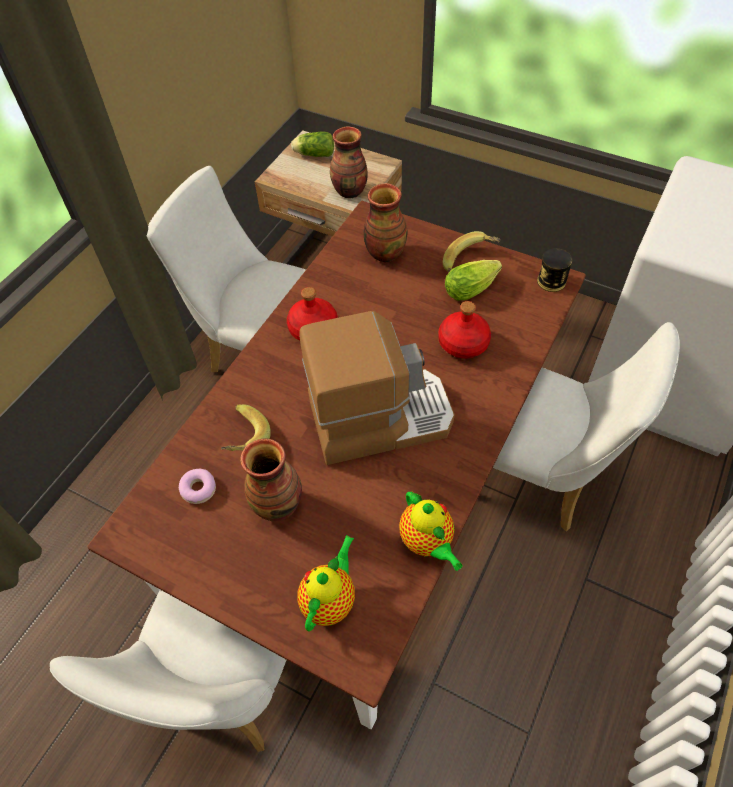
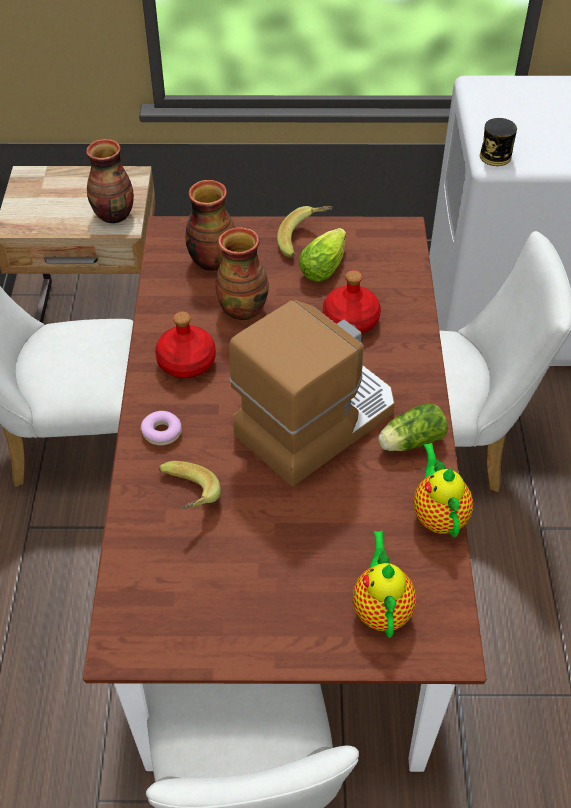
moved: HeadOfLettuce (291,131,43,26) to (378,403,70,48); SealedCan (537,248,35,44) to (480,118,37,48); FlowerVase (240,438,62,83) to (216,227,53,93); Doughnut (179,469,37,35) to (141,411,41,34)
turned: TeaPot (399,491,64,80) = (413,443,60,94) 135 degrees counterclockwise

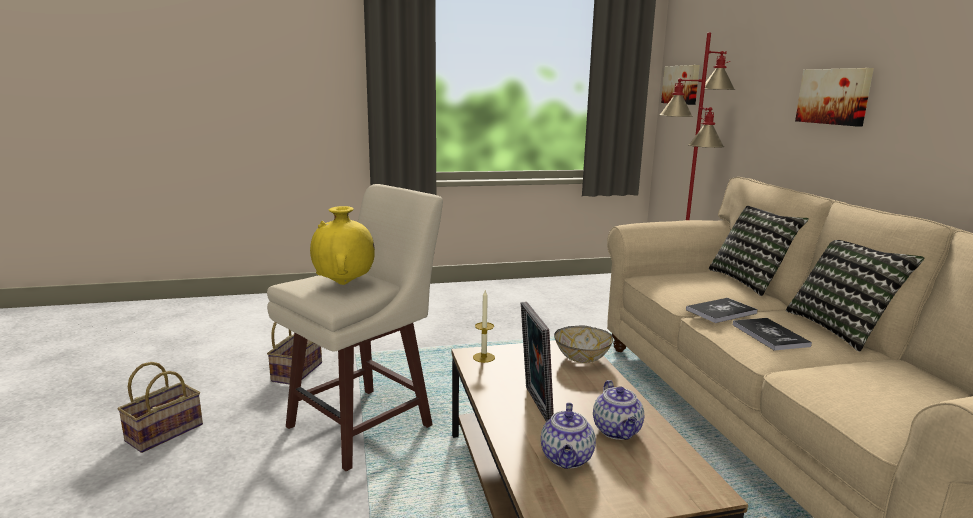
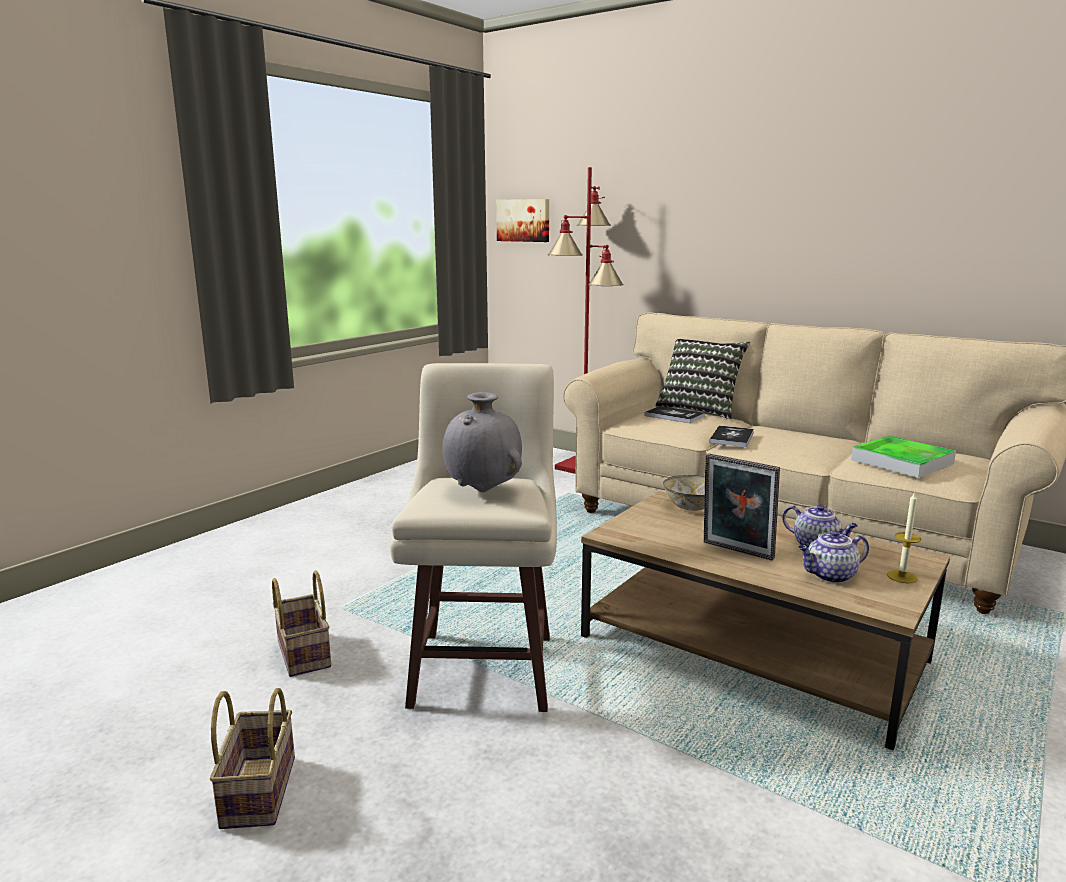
removed: WallArt (795,68,79,58); ThrowPillow (786,240,138,112)
added: Tray (851,436,105,42)
moved: WaxLight (473,290,22,73) to (887,491,34,92); Book (732,318,80,33) to (644,406,61,17)
recoloured: YellowishFlowerVase (310,206,65,79) to GreyFlowerVase (442,392,80,100)
turned: TeaPot (541,402,55,67) = (798,530,71,53) 105 degrees clockwise

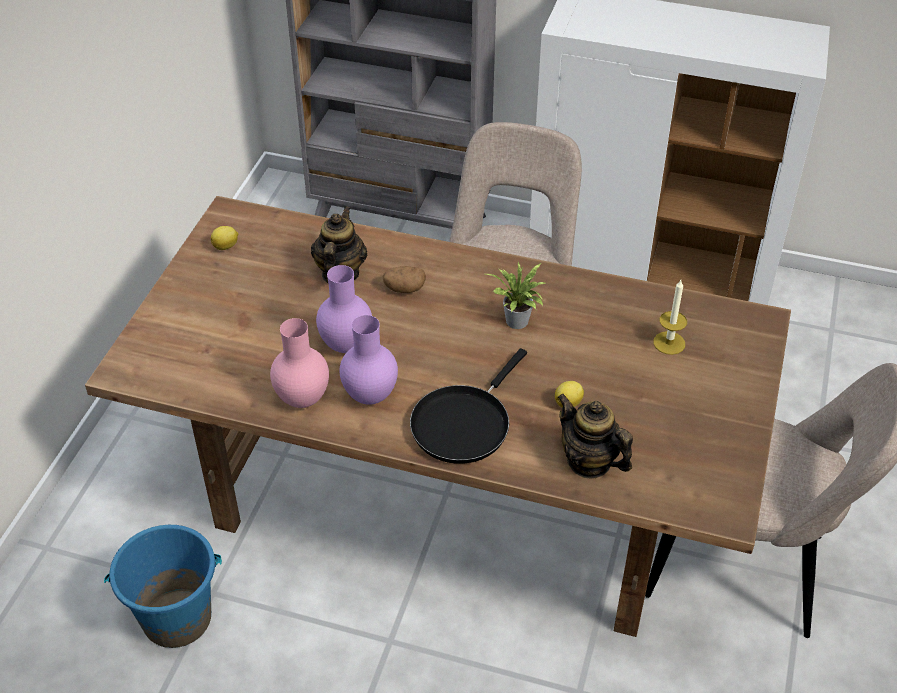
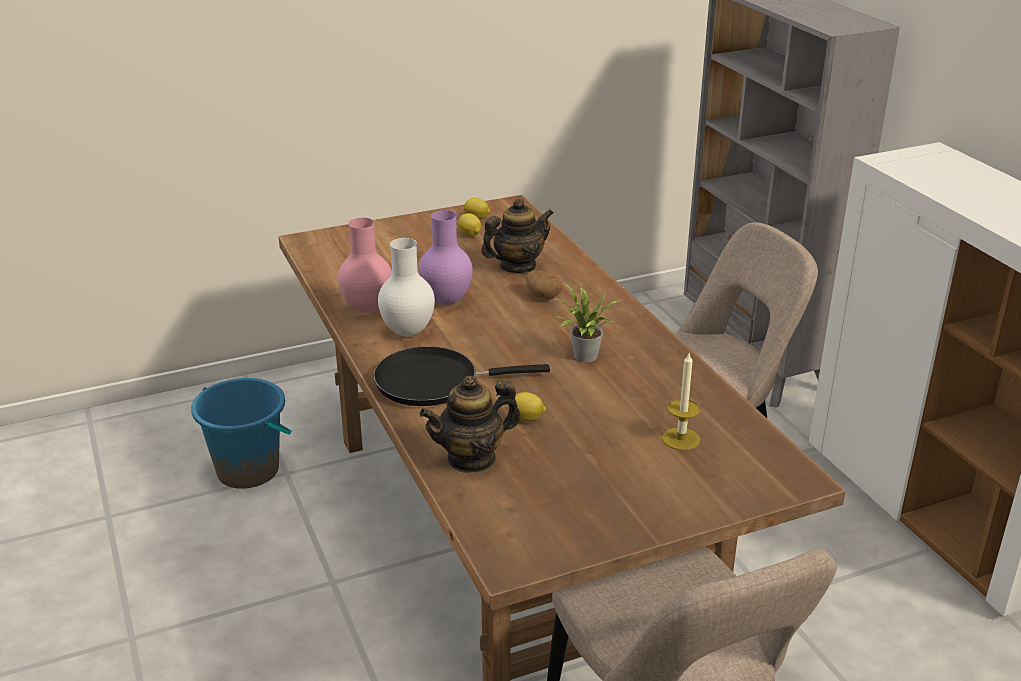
added: Lemon (457,213,24,24)
recoloured: PurpleColouredFlowerVase (340,315,58,90) to WhitishFlowerVase (378,238,57,99)
turned: TeaPot (557,394,76,85) = (420,376,101,97) 120 degrees counterclockwise

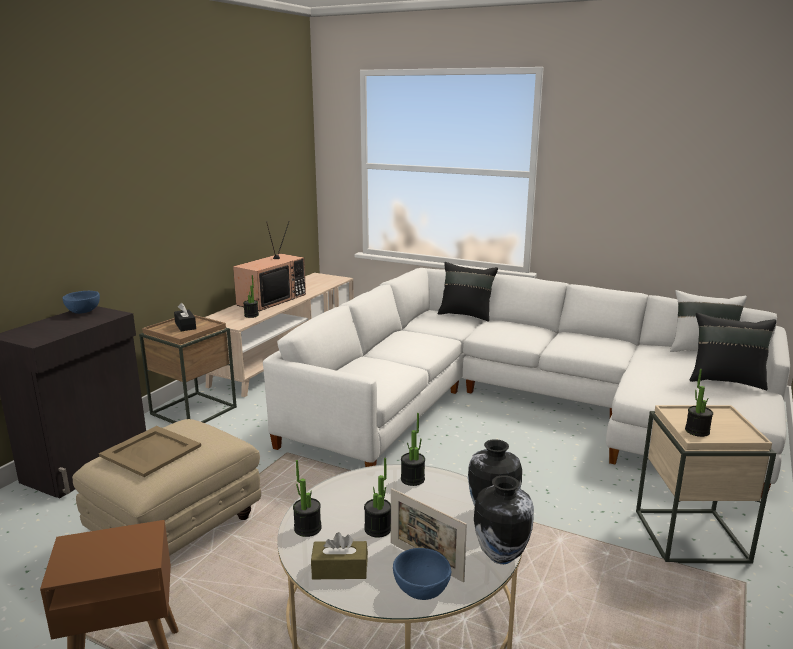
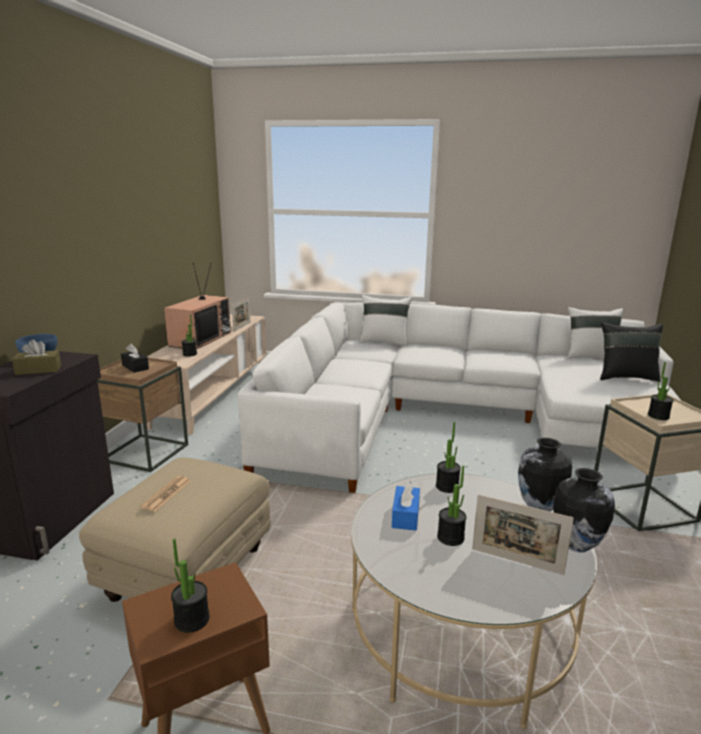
removed: BlueColouredServingBowl (393,548,58,52)
added: PhotoFrame (232,297,18,35); BlueColouredTissueBox (392,481,28,50)
moved: PottedPlant (293,460,29,77) to (171,538,39,95); BrownColouredTissueBox (311,532,57,47) to (12,339,49,36)
replaced: BeigeColouredTray (99,426,102,51) to PrintedPaper (140,476,51,35)
recoloured: BlackColouredThrowPillow (438,262,60,60) to WhitishThrowPillow (359,295,53,51)

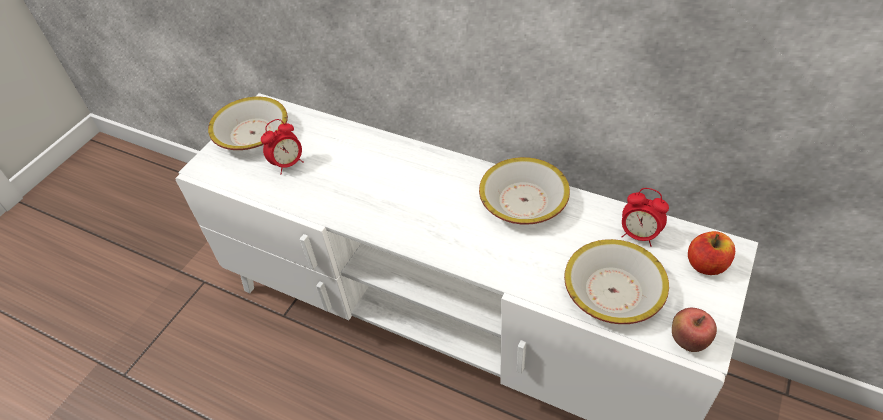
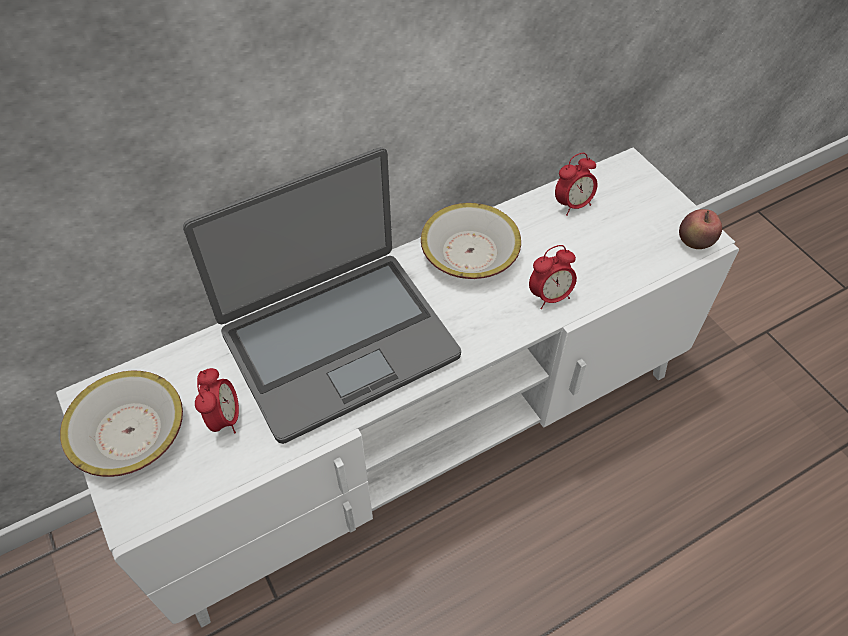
removed: Apple (688,231,47,44); ServingBowl (564,239,105,85)
added: NotebookComputer (183,147,278,297); BedsideClock (529,245,48,64)

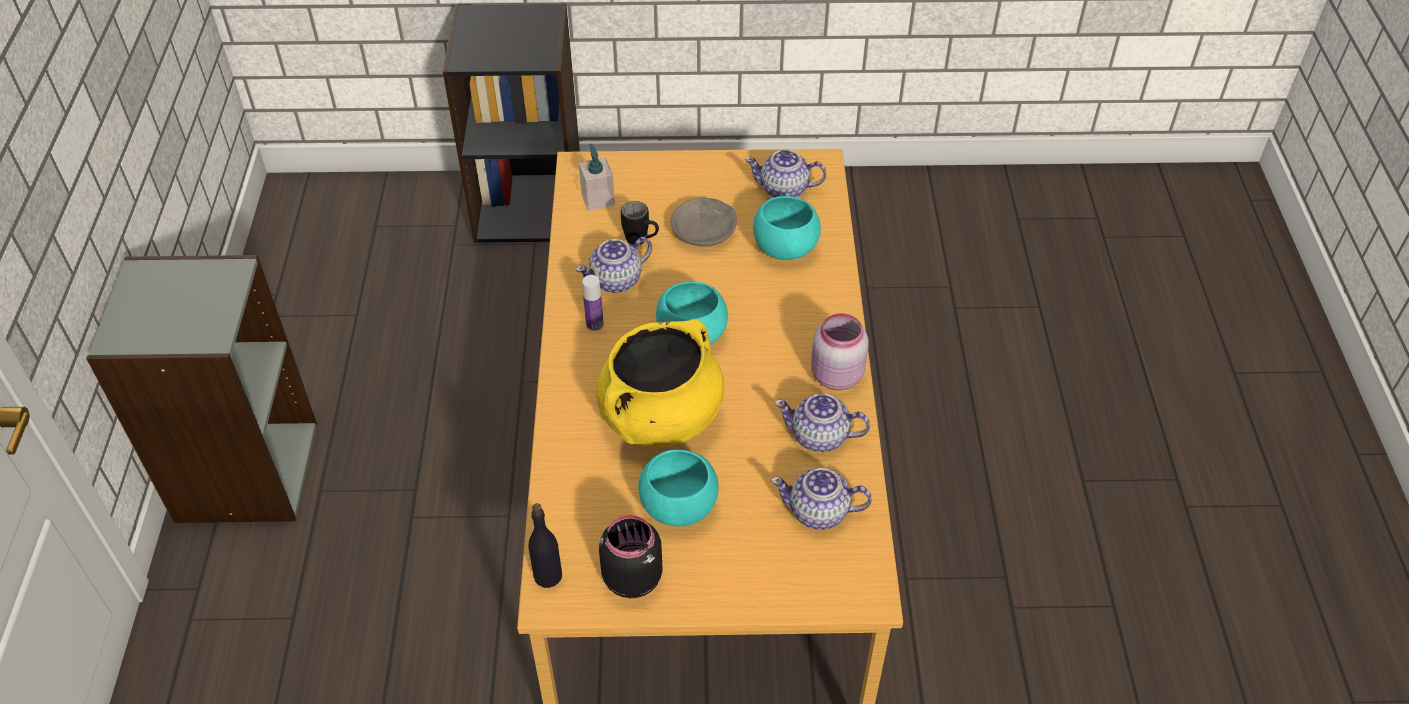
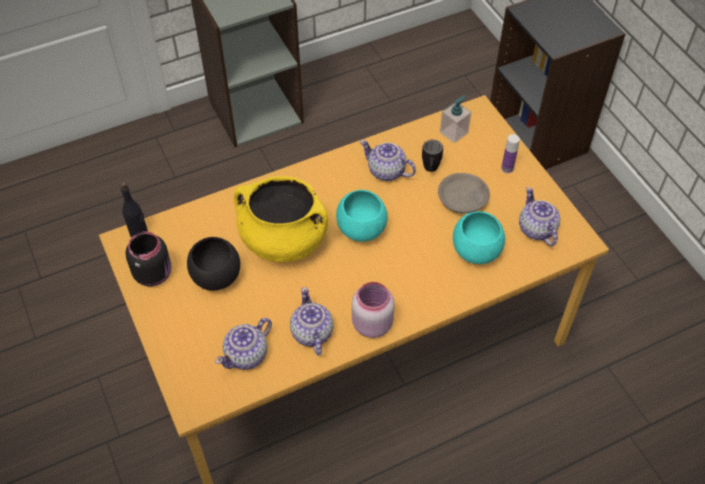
moved: BeverageBottle (582,275,22,56) to (501,134,19,39)
recoloured: BlueGreenServingBowl (638,449,81,77) to BlackColouredServingBowl (187,237,53,54)
turned: TeaPot (771,468,101,61) = (215,318,57,52) 120 degrees counterclockwise

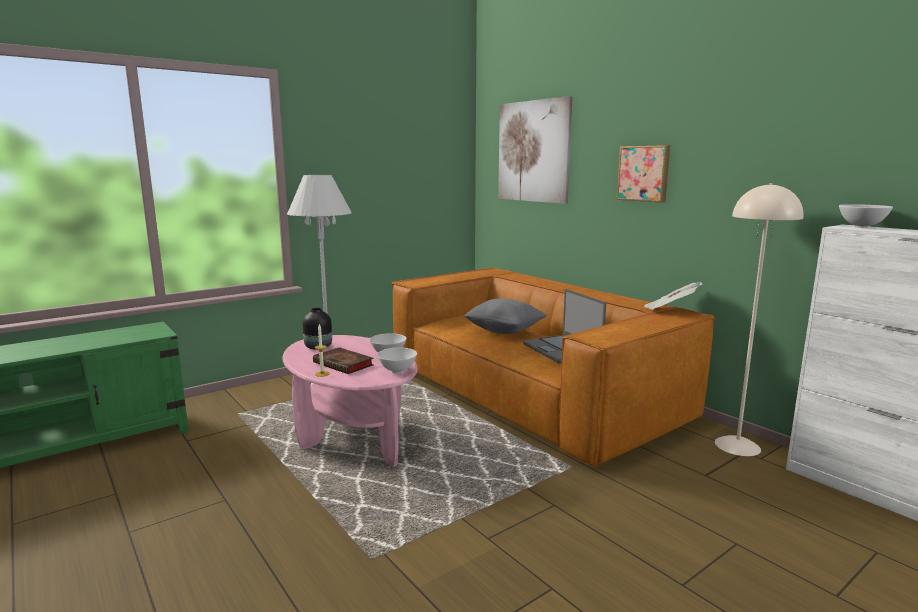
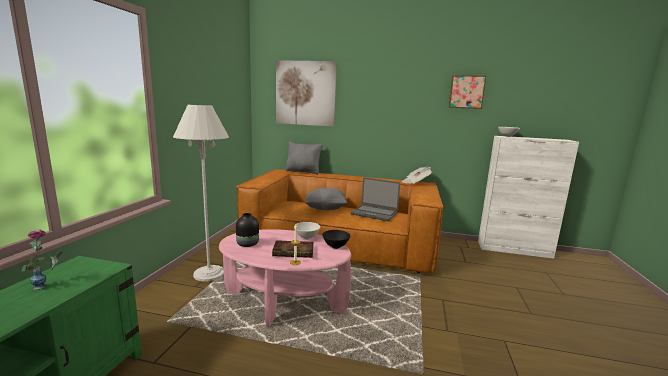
removed: BeigeColouredFloorLamp (715,183,88,273)
added: GreyThrowPillow (285,141,38,33); FlowerVase (22,229,40,61)
moved: WallArt (616,145,54,58) to (449,75,37,34)
recoloured: WhitishServingBowl (377,348,40,25) to BlackColouredServingBowl (322,230,28,19)

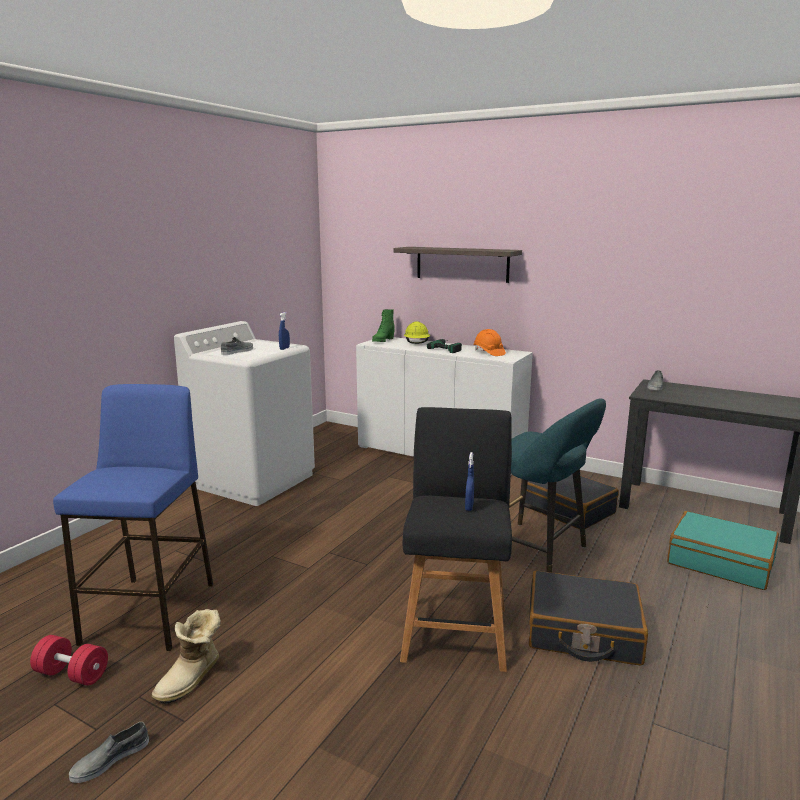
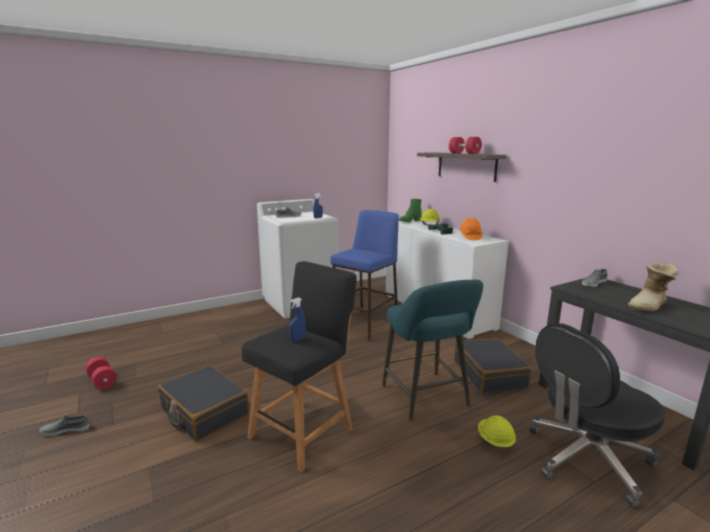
added: RedDumbbell (449,137,33,17); YellowishSafetyHelmet (478,415,38,32)
moved: BlueColouredStool (53,384,160,267) to (330,210,69,131); BlackColouredPieceOfLuggage (529,570,119,96) to (158,365,91,76); Boot (152,609,69,95) to (628,263,51,49)
replaced: BlueGreenPieceOfLuggage (667,511,112,79) to BlackColouredComputerChair (529,323,136,185)

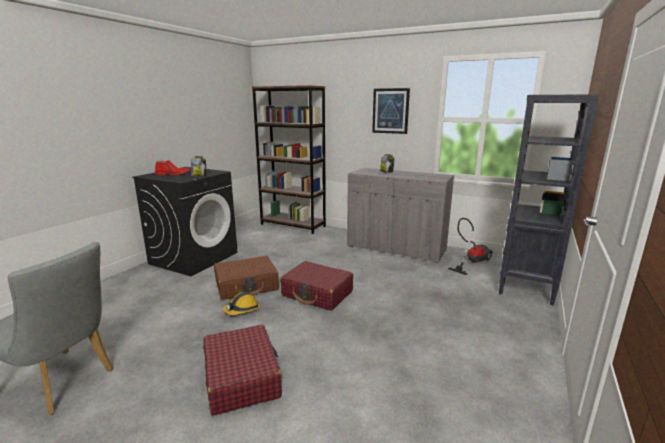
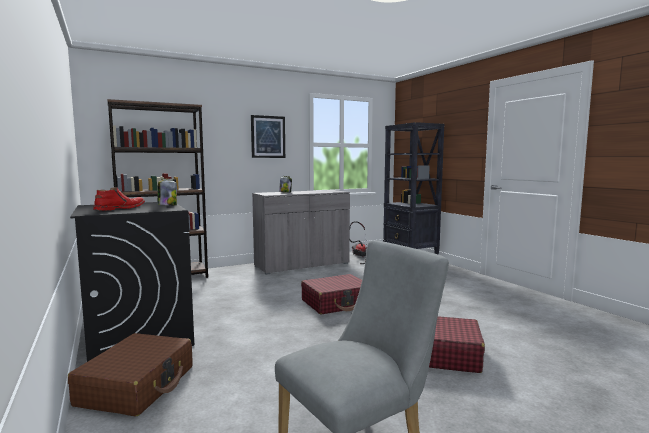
removed: SafetyHelmet (223,292,37,23)
moved: BrownColouredPieceOfLuggage (214,256,65,44) to (68,333,124,84)

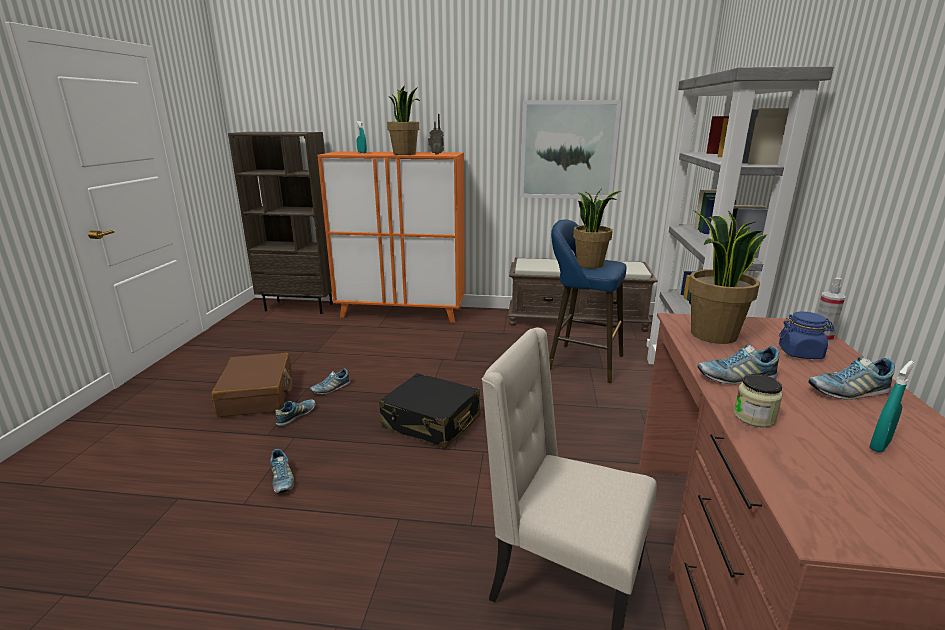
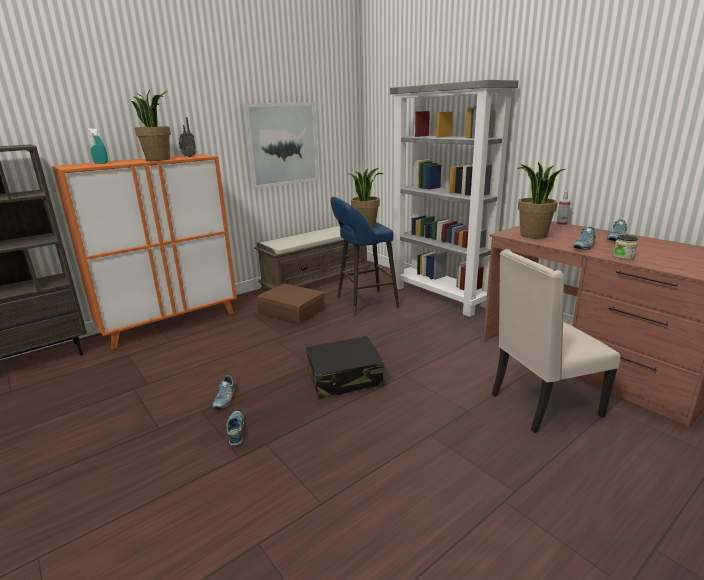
removed: BlueColouredJar (779,311,55,48); BlueGreenHandSprayer (869,361,45,91); ItemOfFootwear (270,449,24,44)
moved: BrownColouredPieceOfLuggage (211,353,82,64) to (257,283,68,41)

